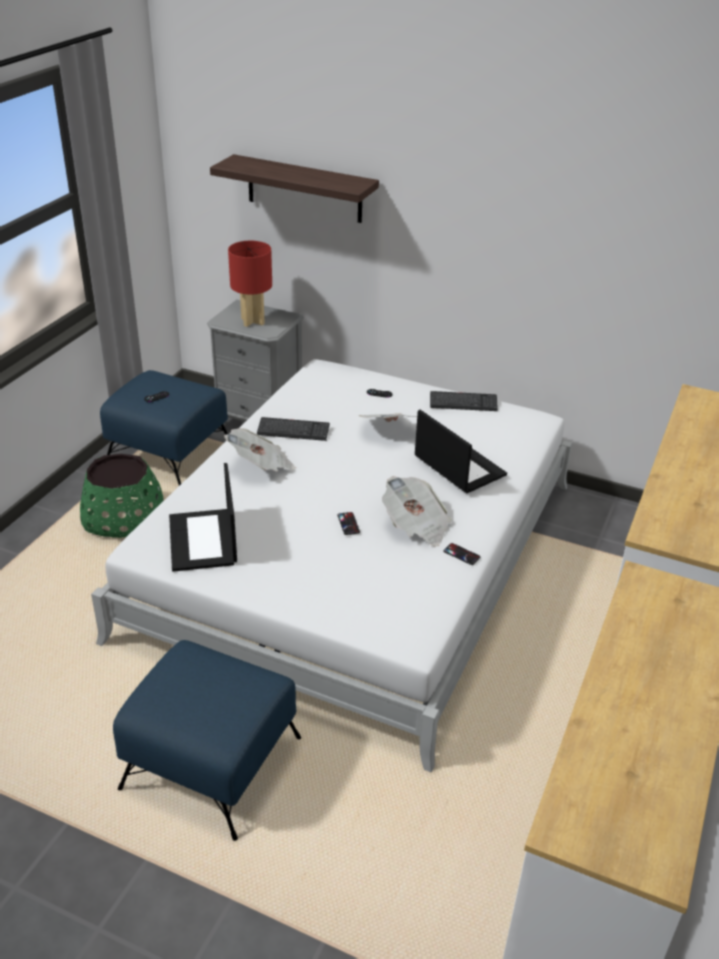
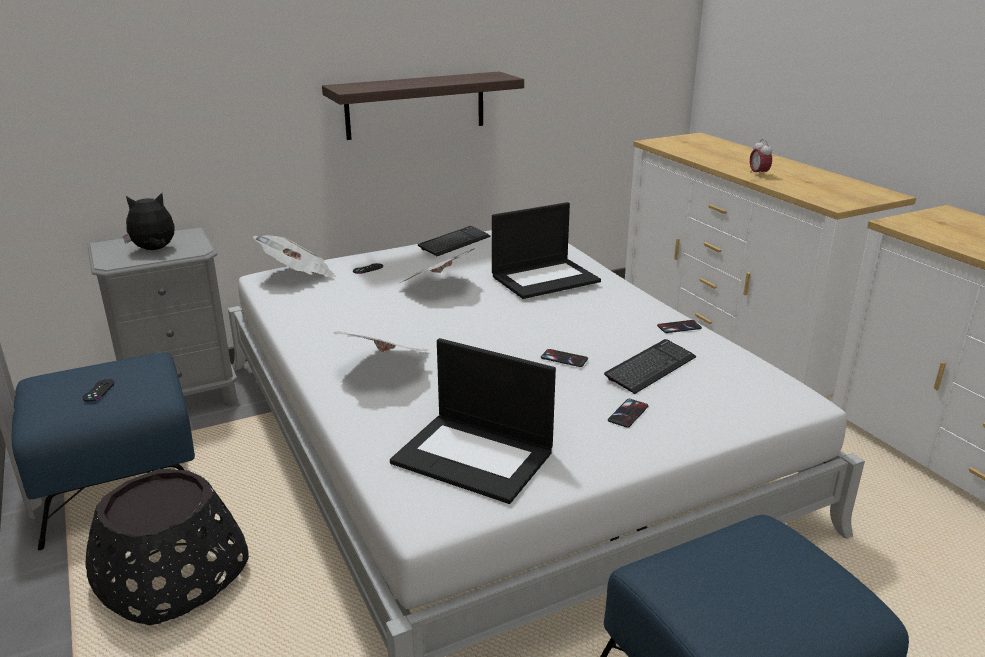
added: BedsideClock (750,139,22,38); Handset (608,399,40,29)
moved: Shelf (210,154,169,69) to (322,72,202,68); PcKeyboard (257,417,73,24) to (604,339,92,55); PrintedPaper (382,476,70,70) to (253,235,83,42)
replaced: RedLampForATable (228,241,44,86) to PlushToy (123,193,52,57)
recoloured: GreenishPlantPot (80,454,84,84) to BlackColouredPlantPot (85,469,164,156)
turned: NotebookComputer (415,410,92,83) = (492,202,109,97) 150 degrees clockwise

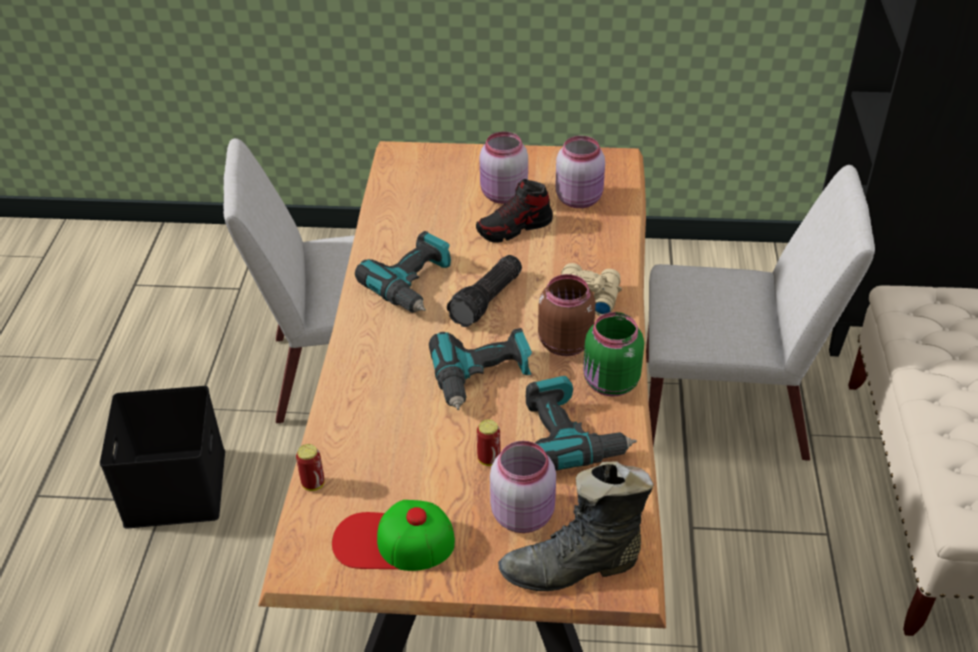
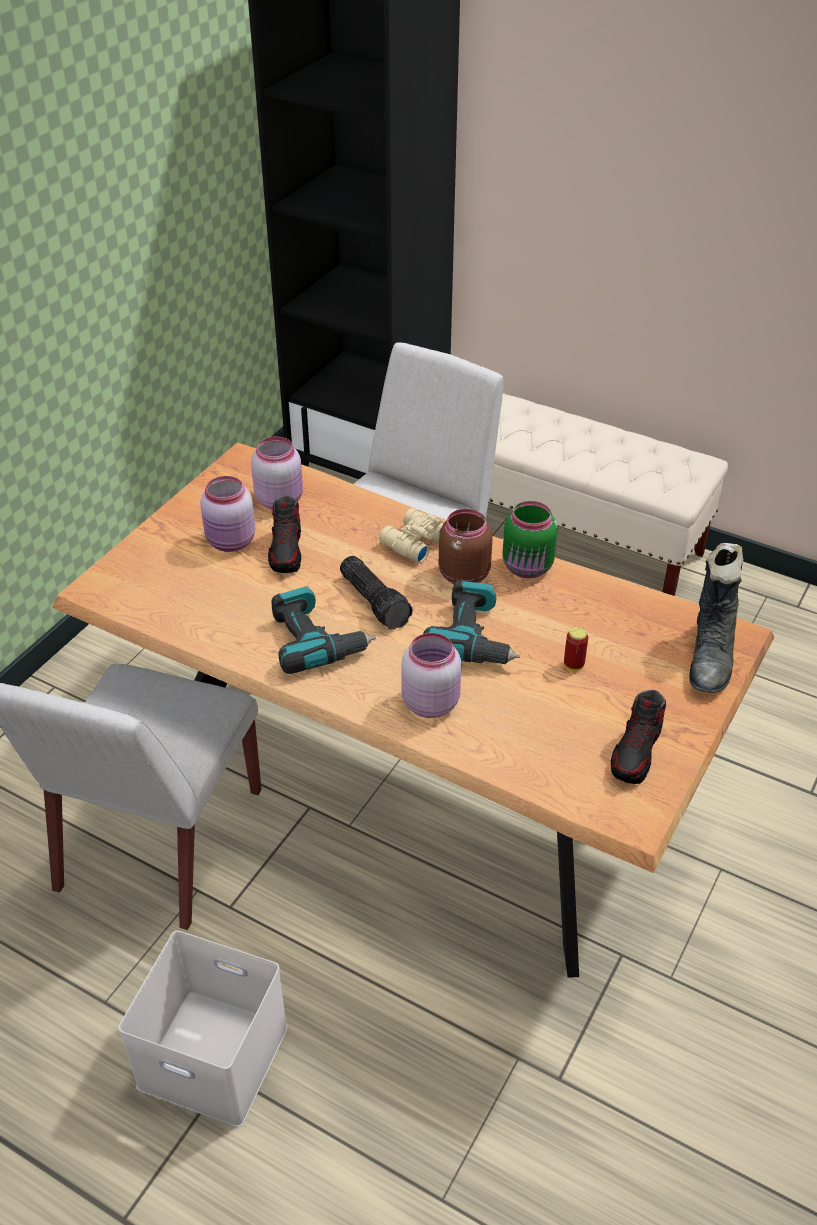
removed: Drill (526,376,111,95); SealedCan (296,444,29,47)
moved: PinkColouredJar (490,441,66,92) to (401,633,60,85)
replaced: PeakedCap (332,500,123,71) to ItemOfFootwear (611,690,55,94)
recoloured: BlackColouredStorageContainer (100,386,125,142) to WhitishStorageContainer (118,931,170,196)

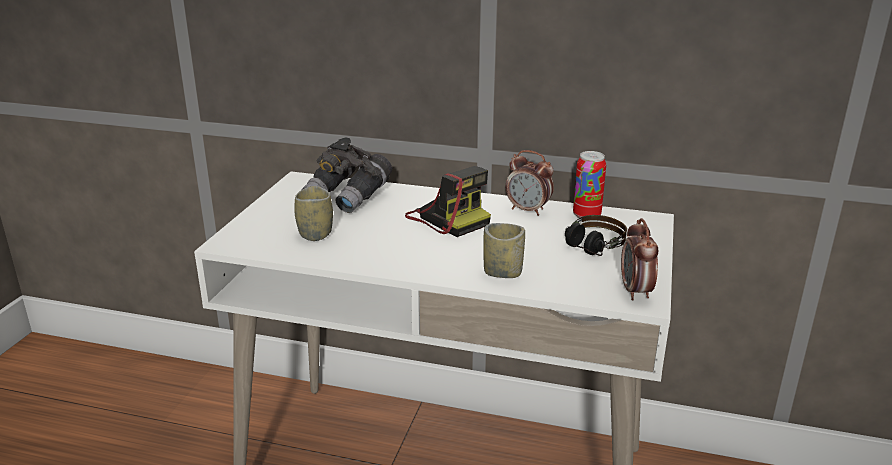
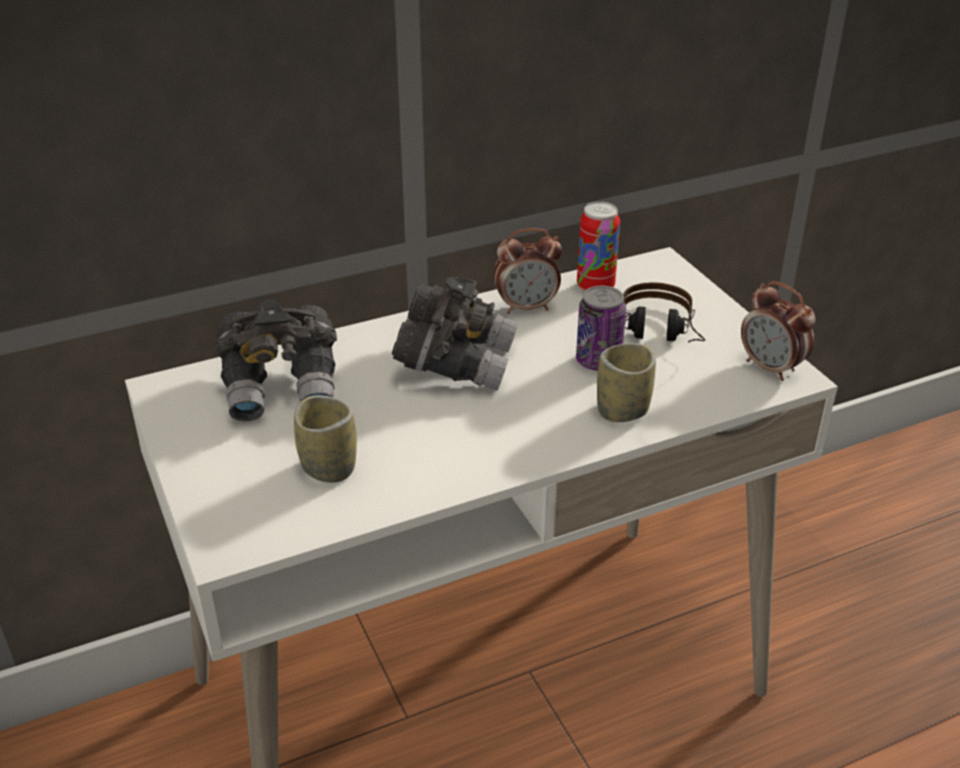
added: SealedCan (576,286,50,85)
replaced: StillCamera (405,166,86,71) to GreyBinoculars (392,277,127,113)

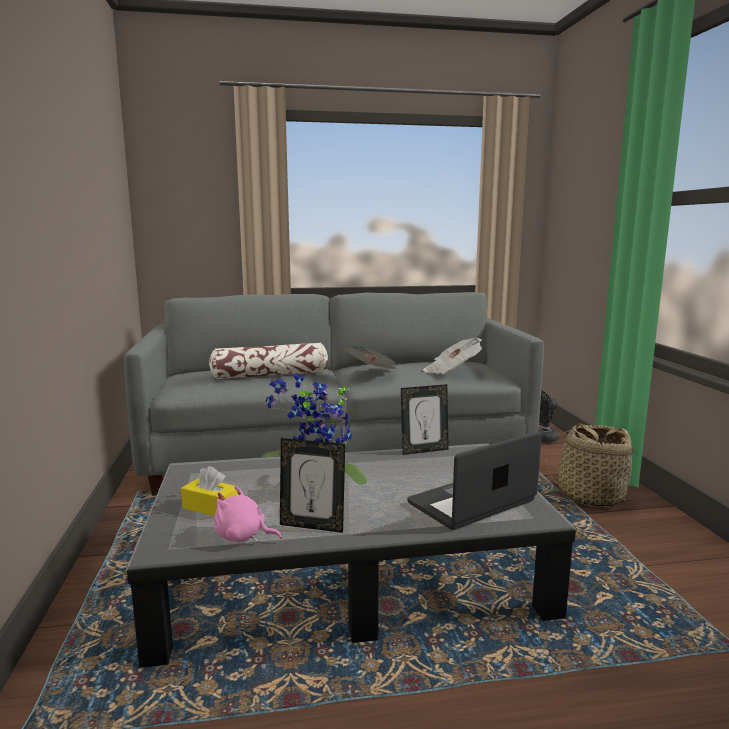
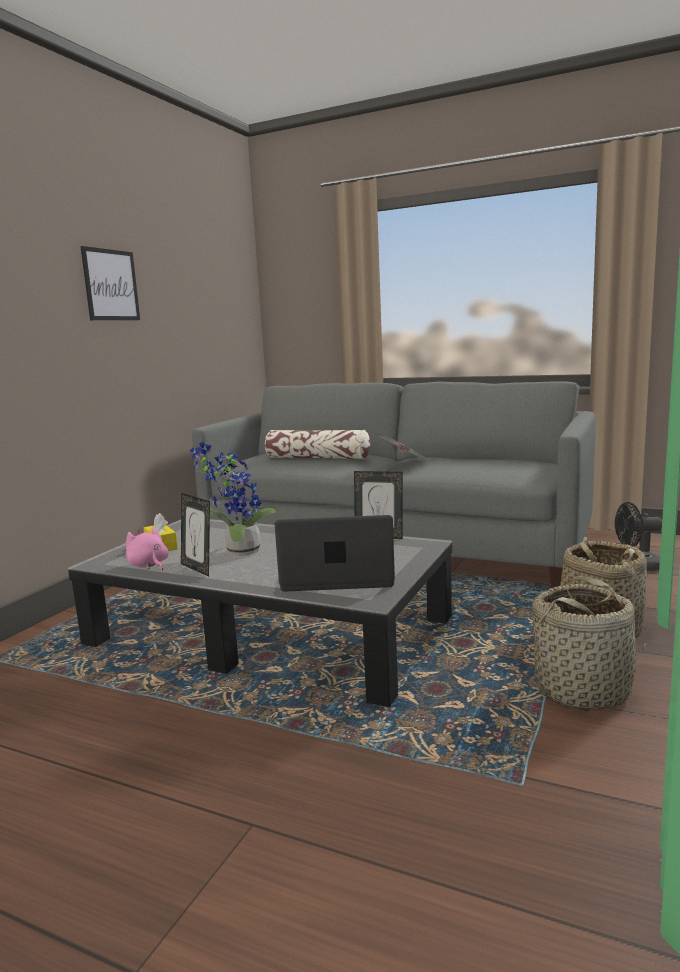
removed: PrintedPaper (423,338,59,36)
added: WallArt (80,246,60,74); StorageBasket (530,576,117,135)

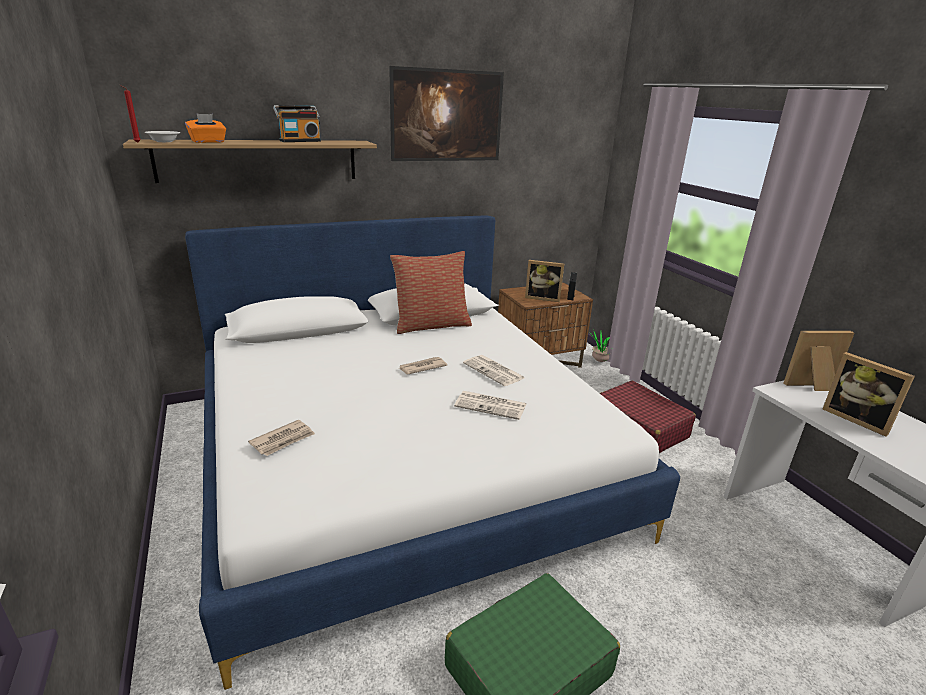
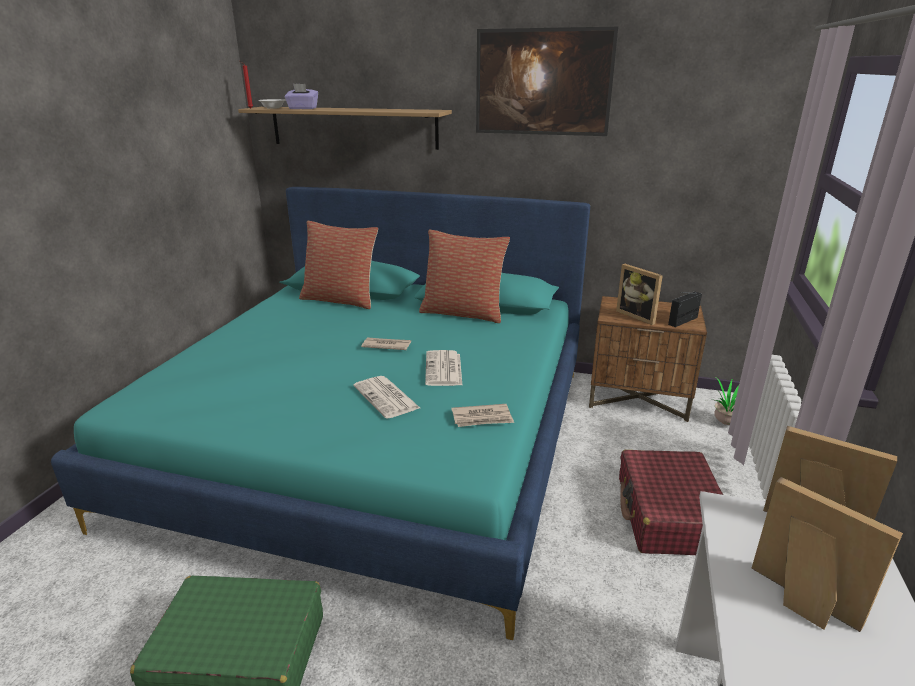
removed: Radio (273,105,48,37)
added: ThrowPillow (299,221,79,88)
moved: PrintedPaper (248,420,67,36) to (451,404,63,23)
recoloured: OrangeTissueBox (185,114,41,29) to PurpleColouredTissueBox (285,84,33,25); WhitishSleepingBed (185,216,495,474) to BlueGreenSleepingBed (51,187,539,453)
turned: PhotoFrame (823,352,92,85) = (751,477,152,155) 135 degrees clockwise

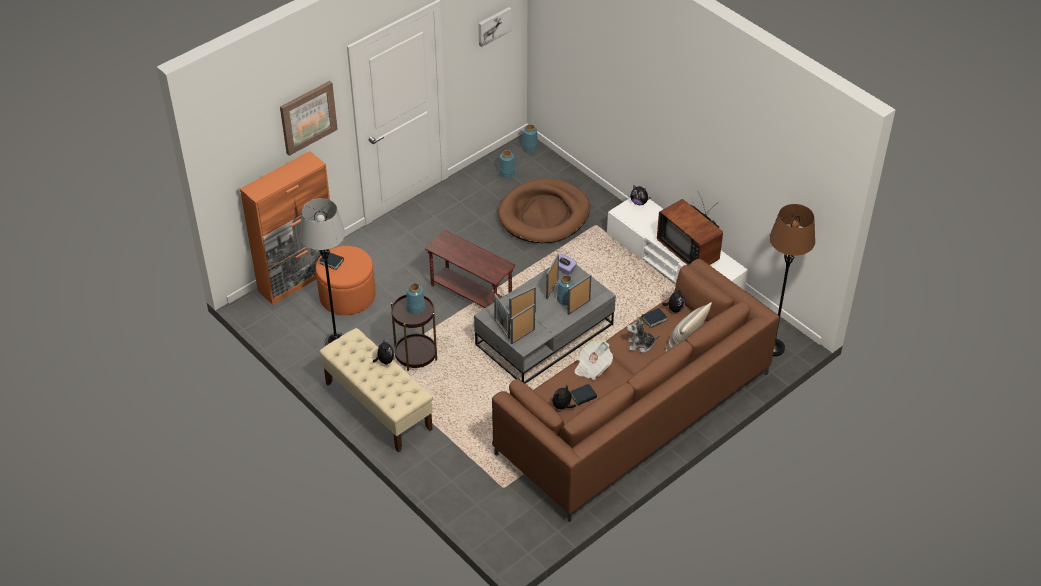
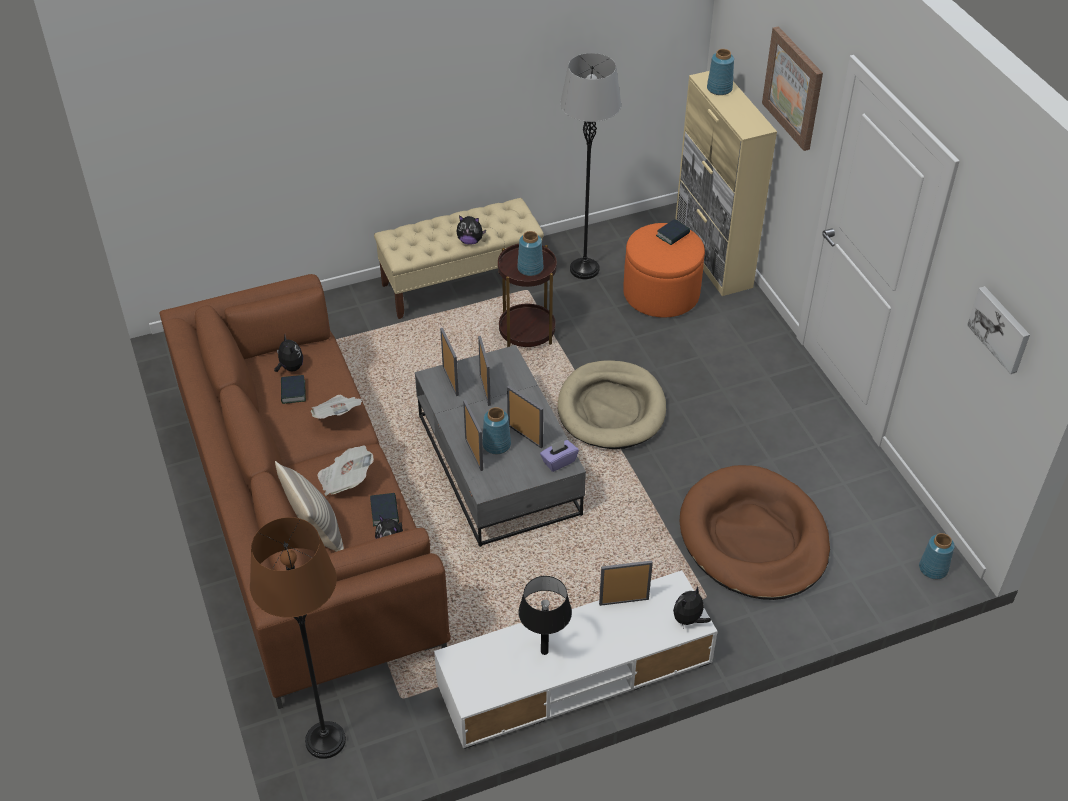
moved: BlueColouredFlowerVase (499,150,16,28) to (707,49,27,46); PhotoFrame (494,293,16,46) to (599,561,54,45)
replaced: Television (657,190,66,76) to BlackColouredLampForATable (518,576,54,79); BrownColouredAccentTable (425,230,91,78) to BeigeColouredDogCushion (558,360,108,89); PlushToy (627,316,33,37) to PrintedPaper (317,445,57,51)
recoloured: OrangeCupboard (240,151,96,154) to BeigeColouredCupboard (675,71,102,225)

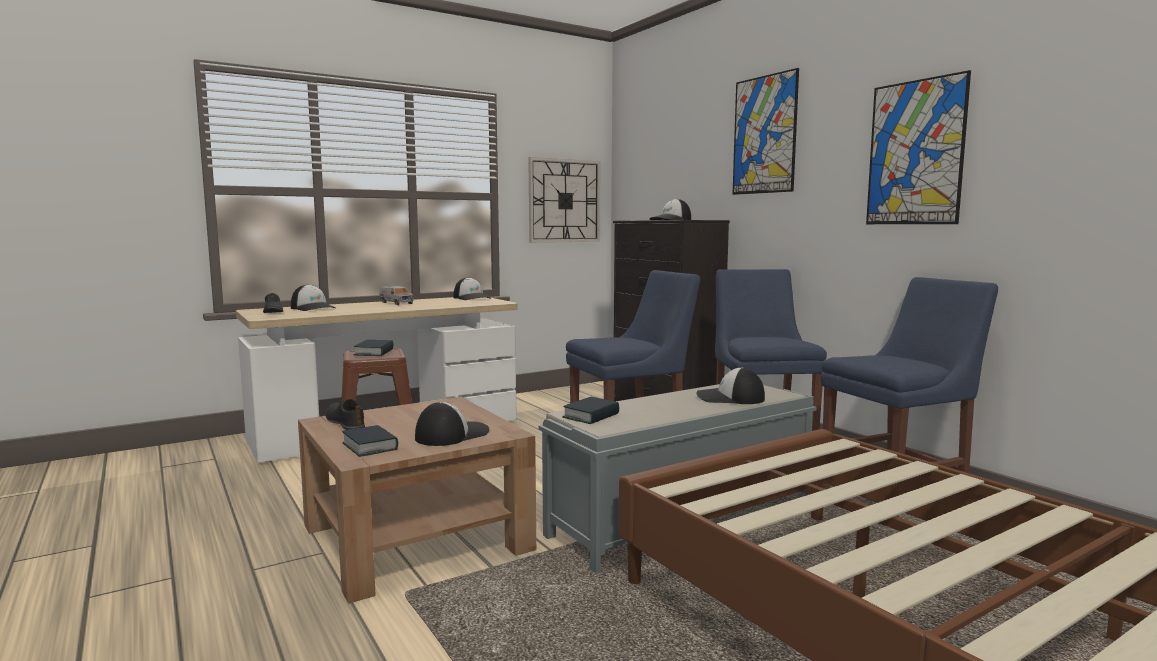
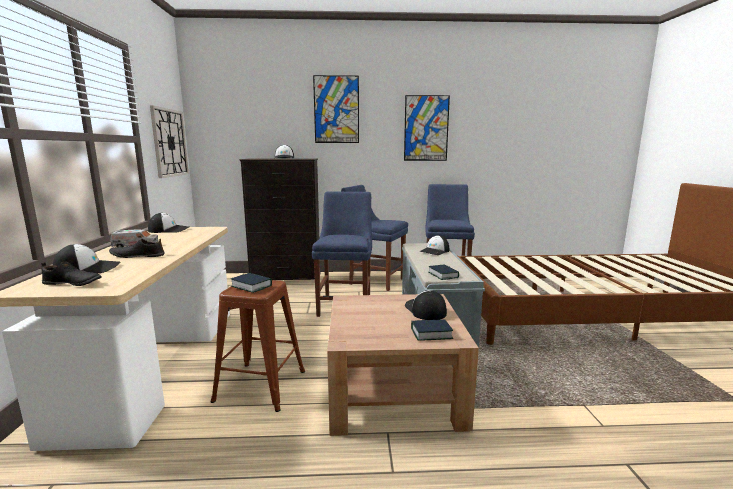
moved: BlackColouredItemOfFootwear (325,399,40,31) to (109,239,56,19)

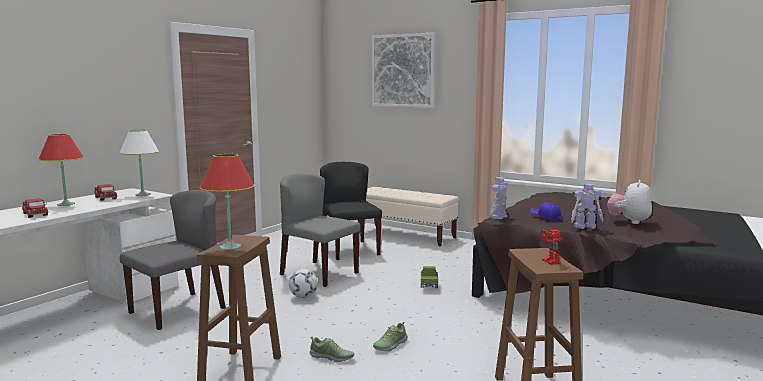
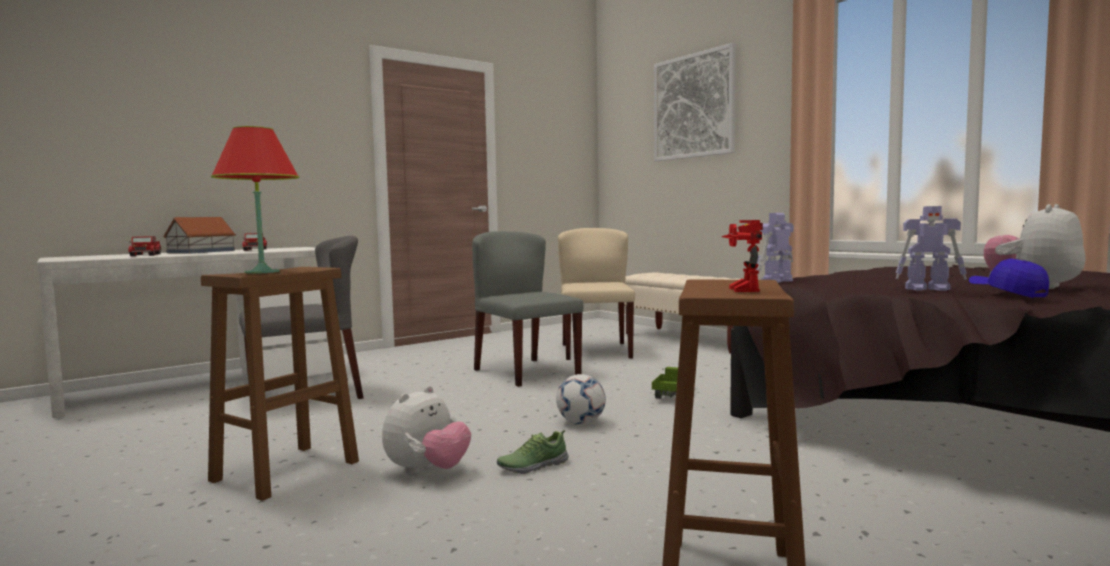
removed: WhitishLampForATable (120,130,39,66)
moved: BlueColouredPeakedCap (530,202,31,19) to (969,258,80,40); FootballBall (289,269,29,29) to (556,374,50,50)
replaced: RedLampForATable (38,134,46,72) to ToyHouse (163,217,73,37); ItemOfFootwear (310,337,44,25) to PlushToy (382,386,89,89)
recoloured: BlackColouredUprightChair (320,162,62,98) to BeigeColouredUprightChair (558,228,77,132)

